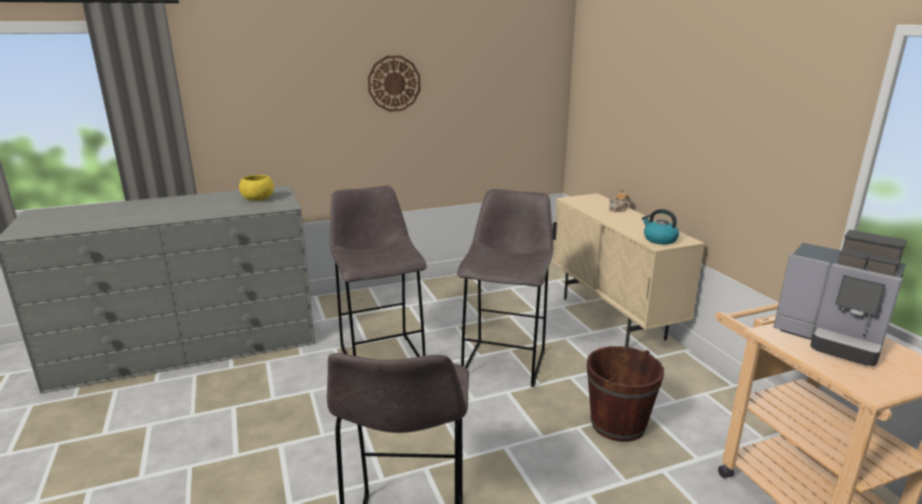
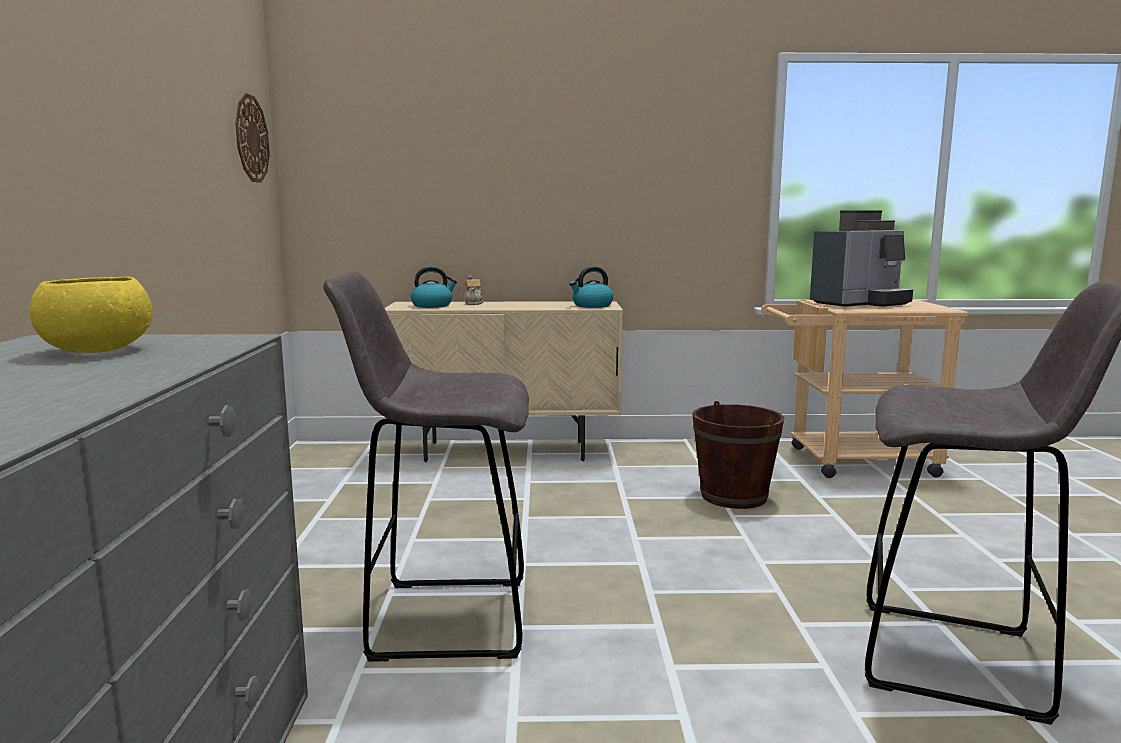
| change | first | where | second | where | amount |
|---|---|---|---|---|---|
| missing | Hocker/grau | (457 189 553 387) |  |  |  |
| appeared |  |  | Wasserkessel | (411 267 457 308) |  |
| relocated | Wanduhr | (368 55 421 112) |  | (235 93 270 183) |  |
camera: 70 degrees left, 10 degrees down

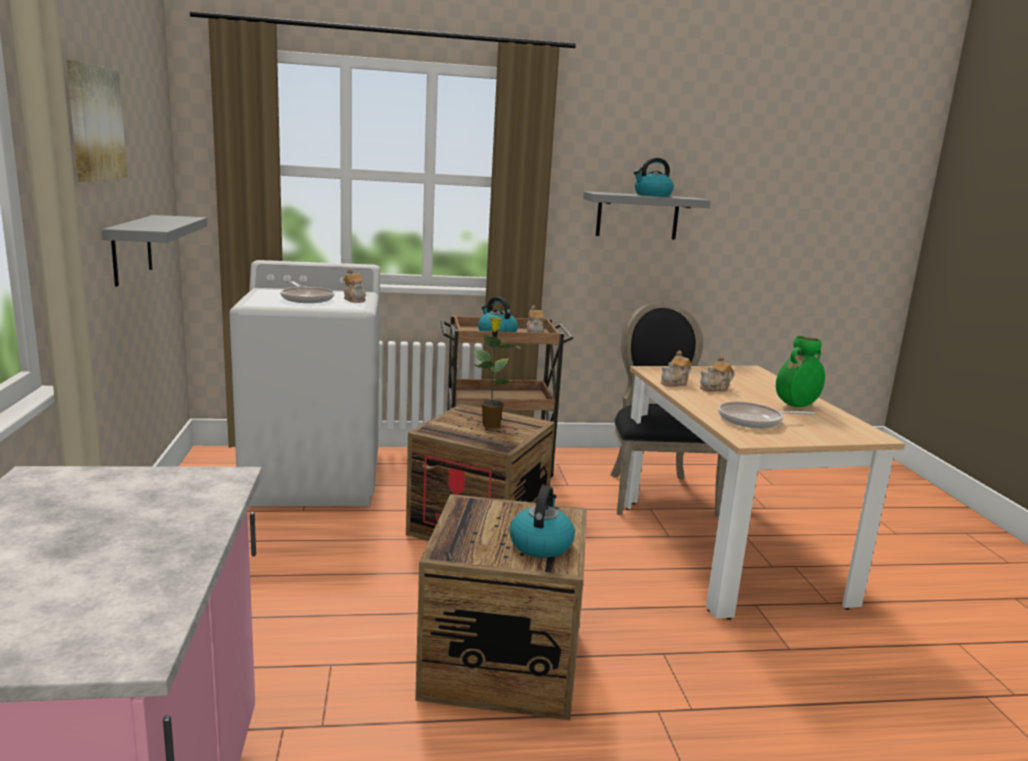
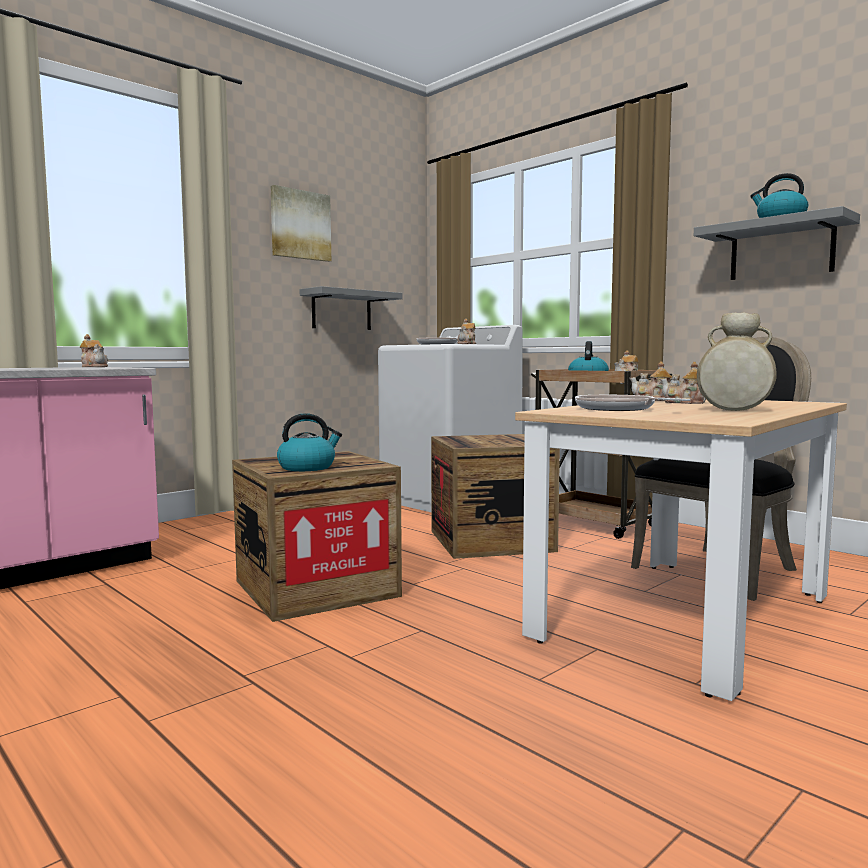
| change | first | where | second | where | amount |
|---|---|---|---|---|---|
| missing | Topfpflanze | (473 317 520 428) |  |  |  |
| appeared |  |  | Teekanne | (80 334 108 367) |  |
| colour | Vase/grün | (776 336 825 407) | Vase/beige | (697 313 777 411) |  |
camera: 55 degrees right, 10 degrees down

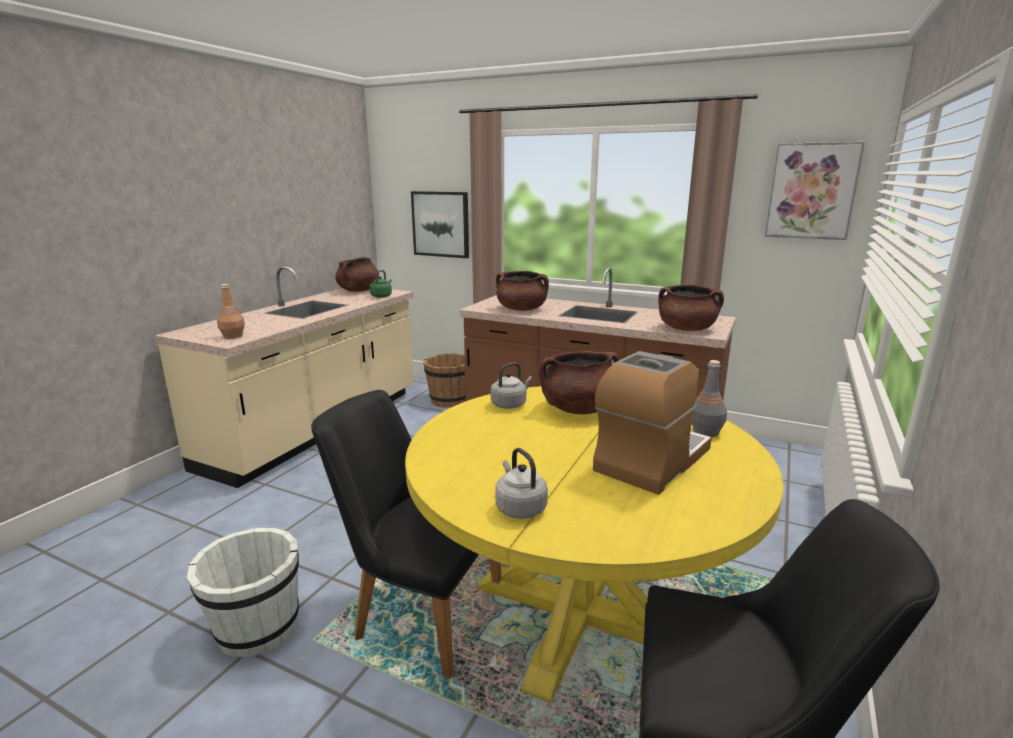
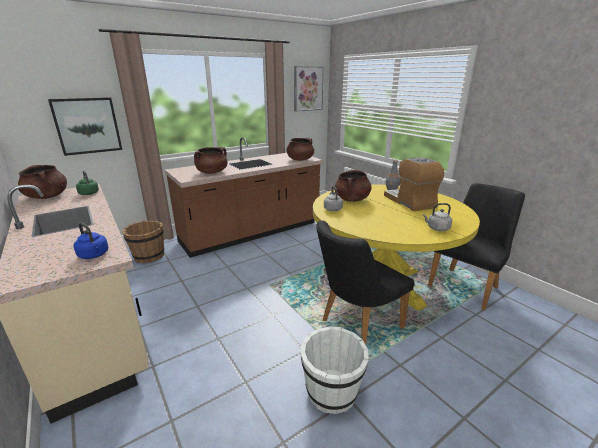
| change | first | where | second | where | amount |
|---|---|---|---|---|---|
| exchanged | Flasche/braun | (217 284 245 339) | Wasserkessel/blau | (74 222 108 259) |  |
camera: 60 degrees left, 5 degrees up

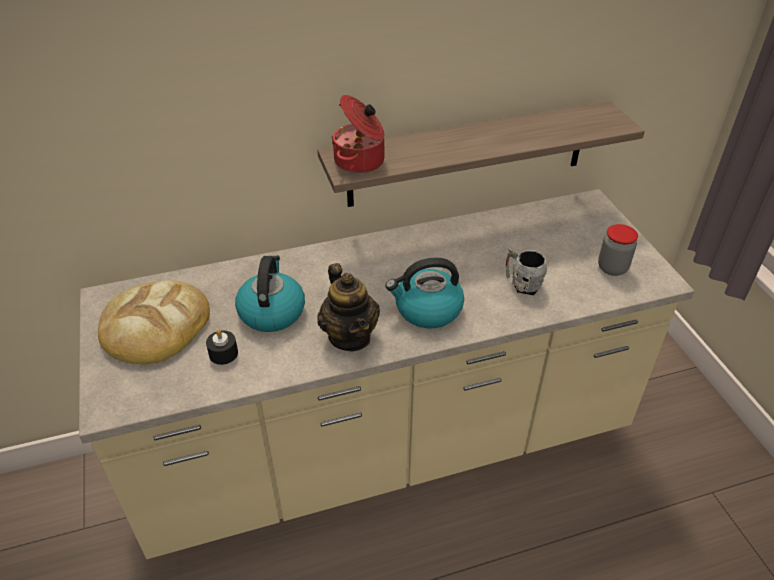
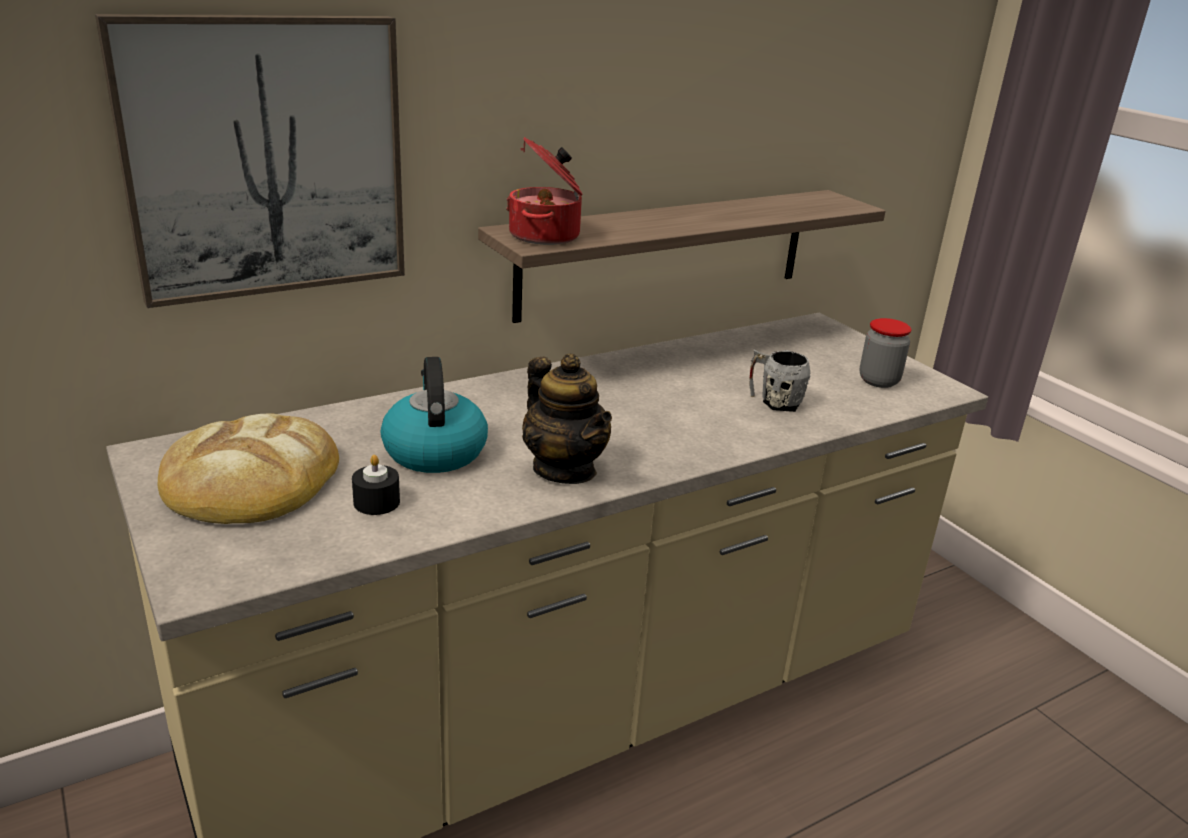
| change | first | where | second | where | amount |
|---|---|---|---|---|---|
| missing | Wasserkessel | (385 257 464 328) |  |  |  |
| appeared |  |  | Bild | (95 14 405 308) |  |
camera: 15 degrees left, 15 degrees down

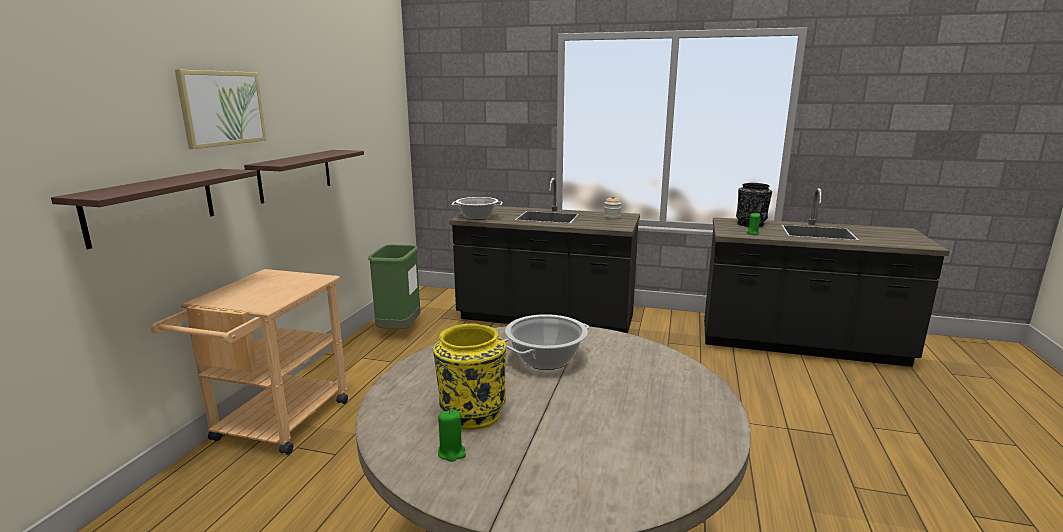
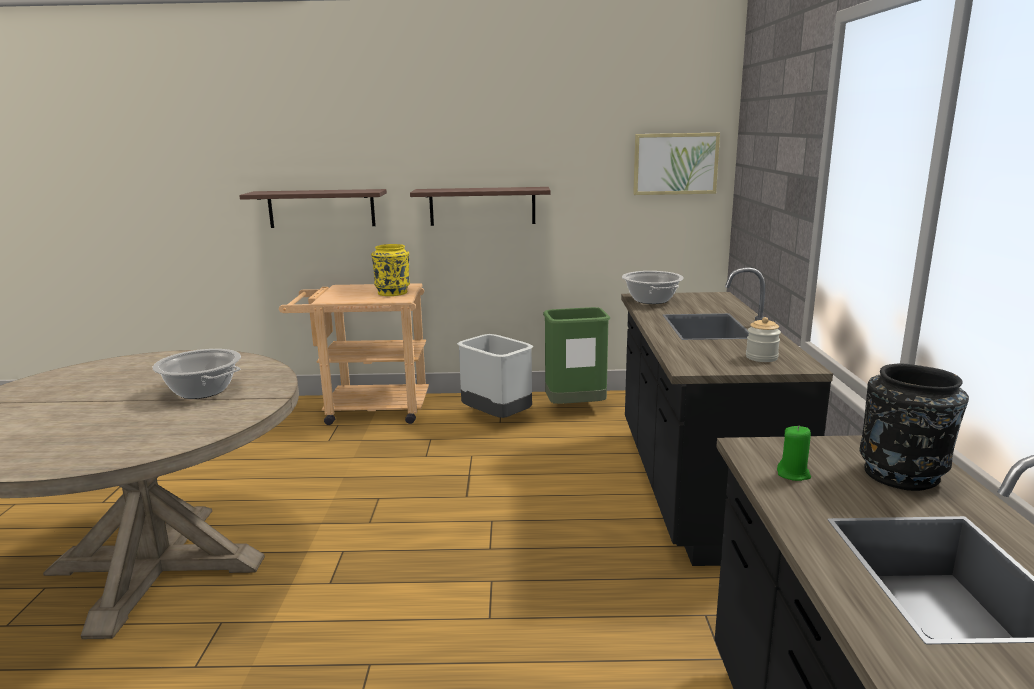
| change | first | where | second | where | amount |
|---|---|---|---|---|---|
| missing | Kerze/grün | (438 409 466 462) |  |  |  |
| appeared |  |  | Mülleimer/grau | (457 334 534 418) |  |
| relocated | Bild | (175 70 266 149) |  | (633 133 720 195) |  |
| relocated | Vase/gelb | (433 323 506 430) |  | (371 244 410 296) |  |
camera: 75 degrees right, 0 degrees up

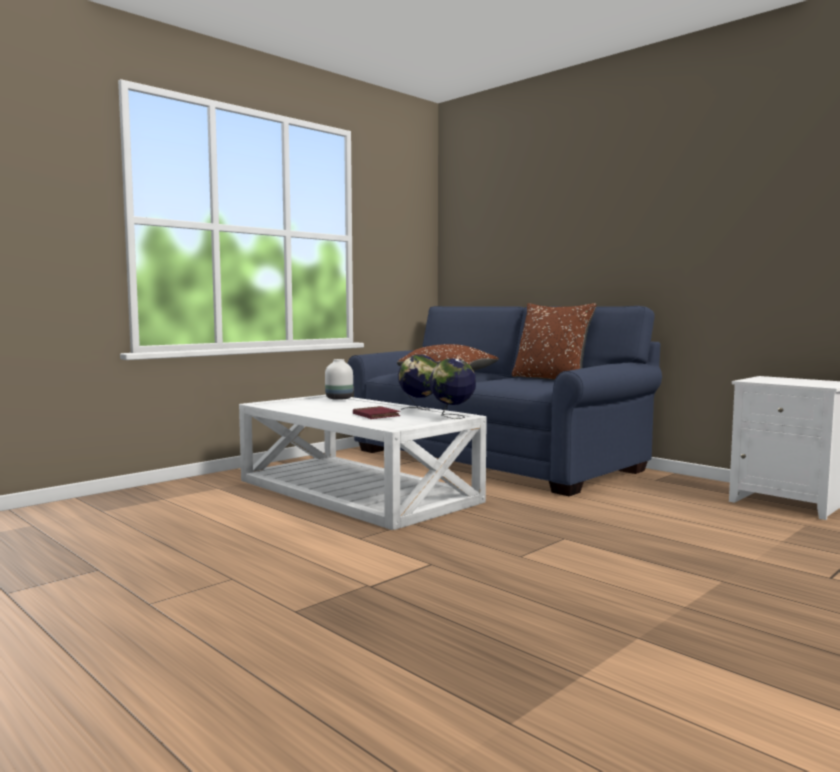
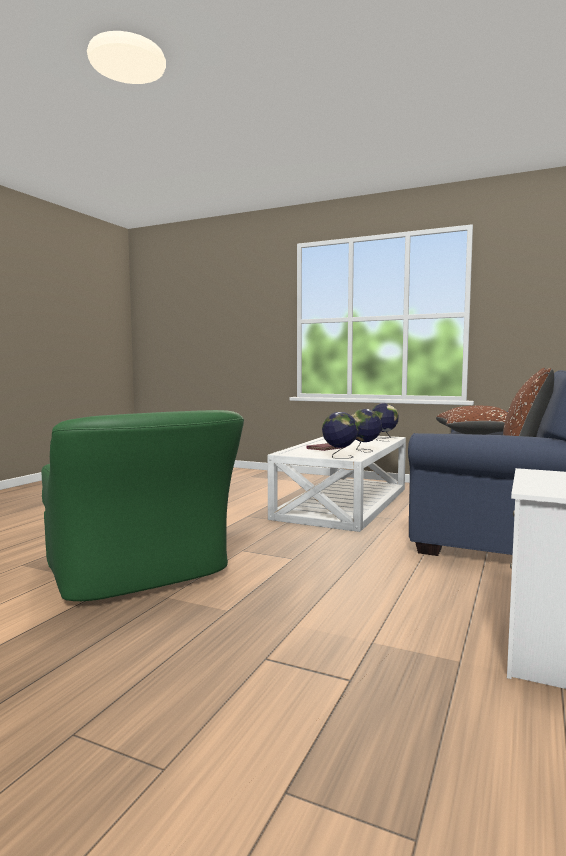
| change | first | where | second | where | amount |
|---|---|---|---|---|---|
| appeared |  |  | Sessel/grün | (41 410 244 601) |  |
| exchanged | Vase/weiß | (325 359 353 400) | Globus | (372 403 399 441) |  |
camera: 70 degrees right, 0 degrees up

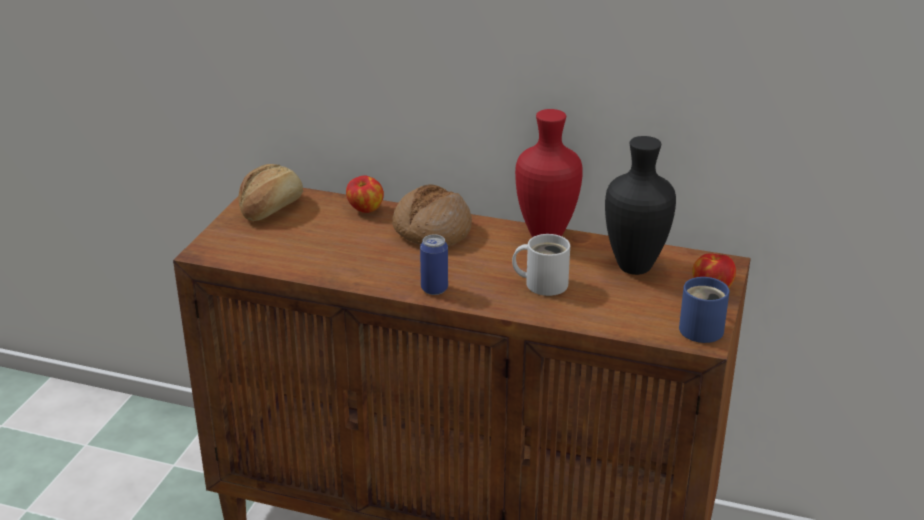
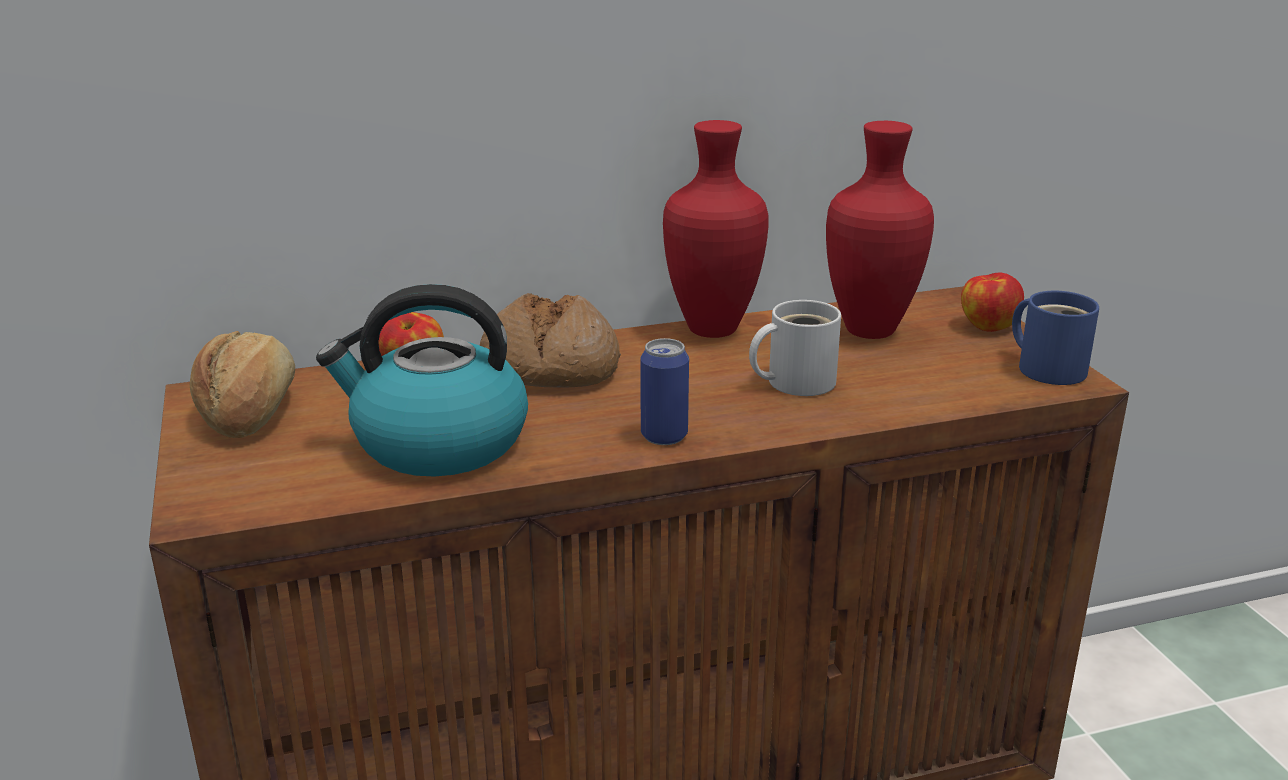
| change | first | where | second | where | amount |
|---|---|---|---|---|---|
| appeared |  |  | Wasserkessel | (316 284 528 477) |  |
| colour | Vase/schwarz | (605 136 676 275) | Vase/rot | (826 121 934 339) |  |
camera: 35 degrees left, 5 degrees down

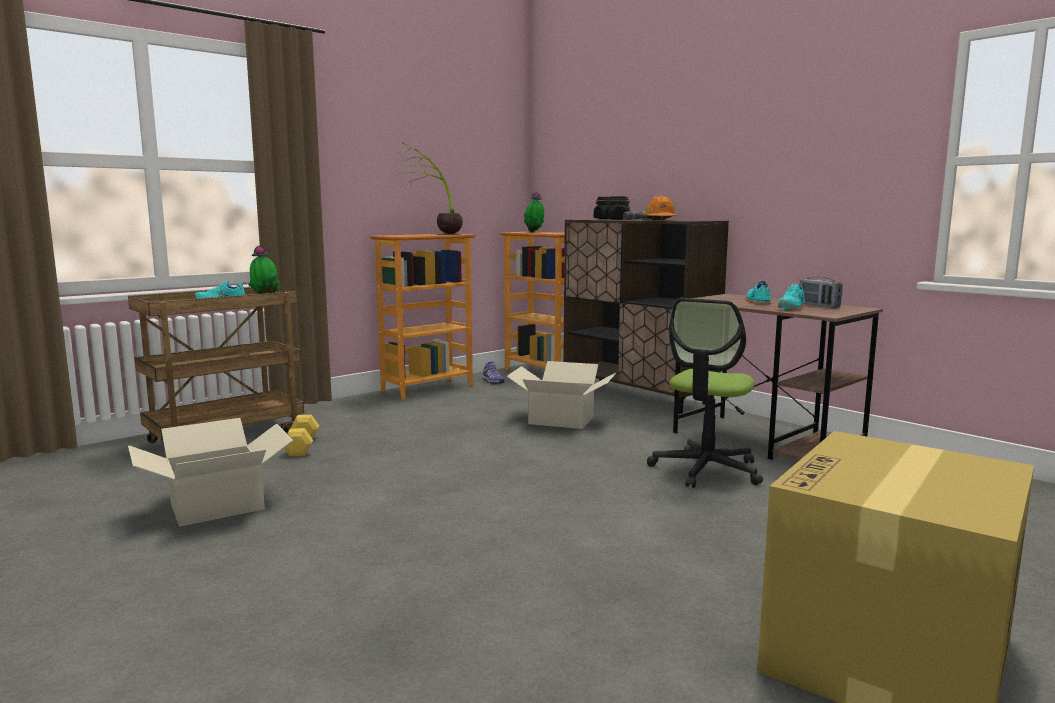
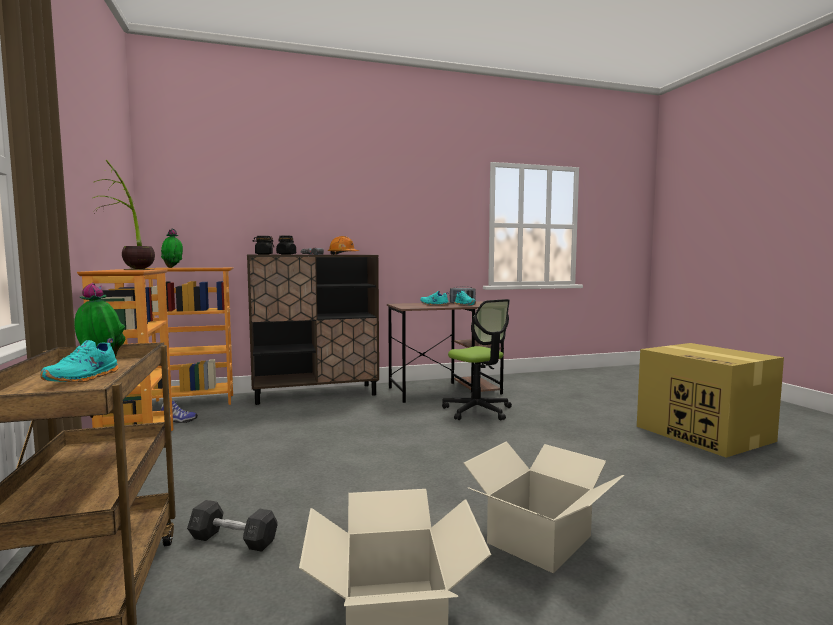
| change | first | where | second | where | amount |
|---|---|---|---|---|---|
| relocated | Karton | (506 361 616 429) |  | (463 442 624 573) |  |
| colour | Hantel/gelb | (284 415 319 456) | Hantel/grau | (187 500 277 552) |  |
camera: 65 degrees left, 5 degrees down

